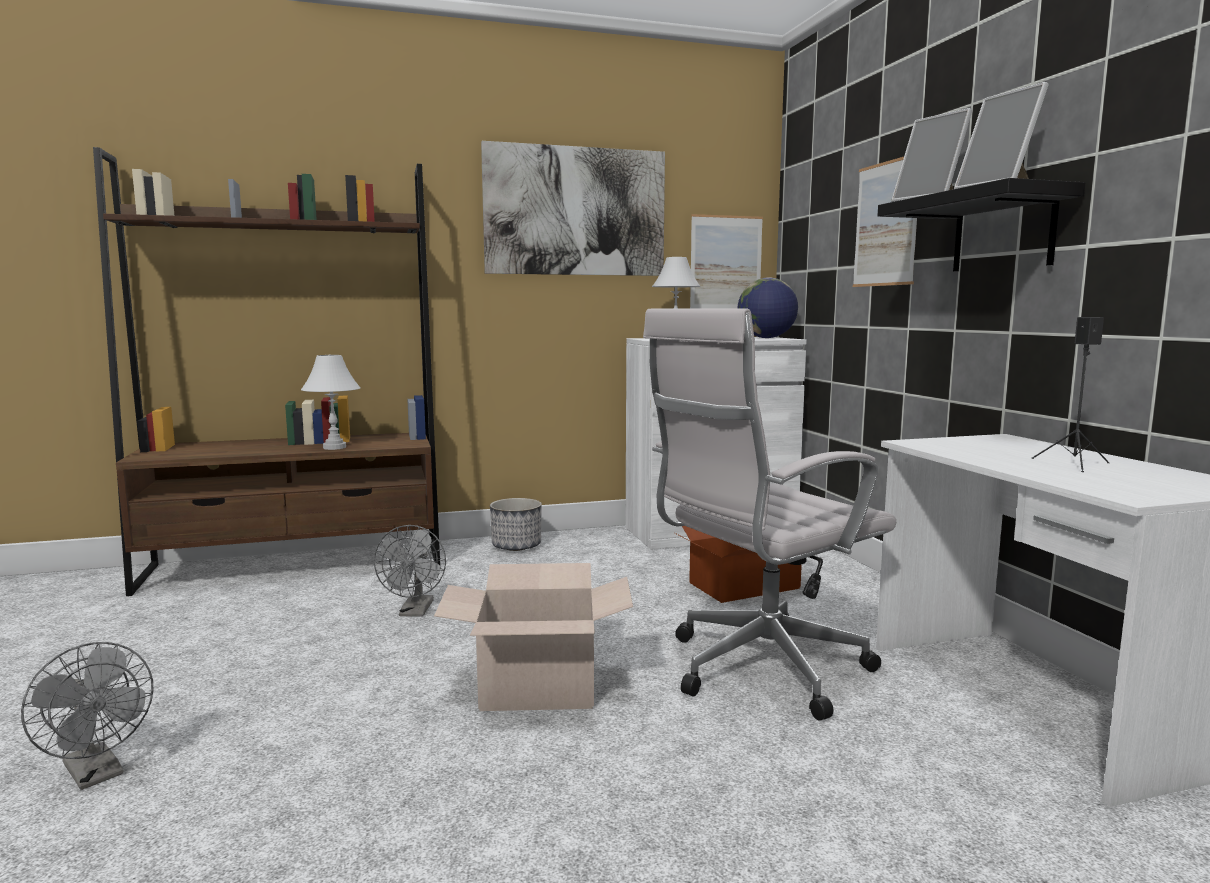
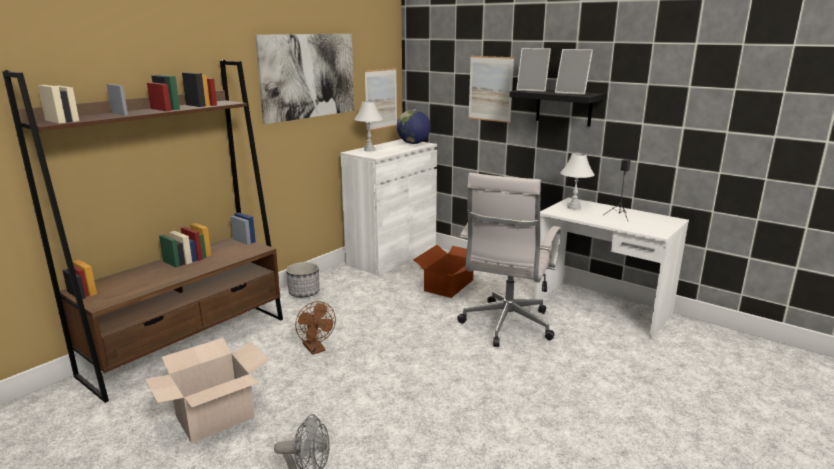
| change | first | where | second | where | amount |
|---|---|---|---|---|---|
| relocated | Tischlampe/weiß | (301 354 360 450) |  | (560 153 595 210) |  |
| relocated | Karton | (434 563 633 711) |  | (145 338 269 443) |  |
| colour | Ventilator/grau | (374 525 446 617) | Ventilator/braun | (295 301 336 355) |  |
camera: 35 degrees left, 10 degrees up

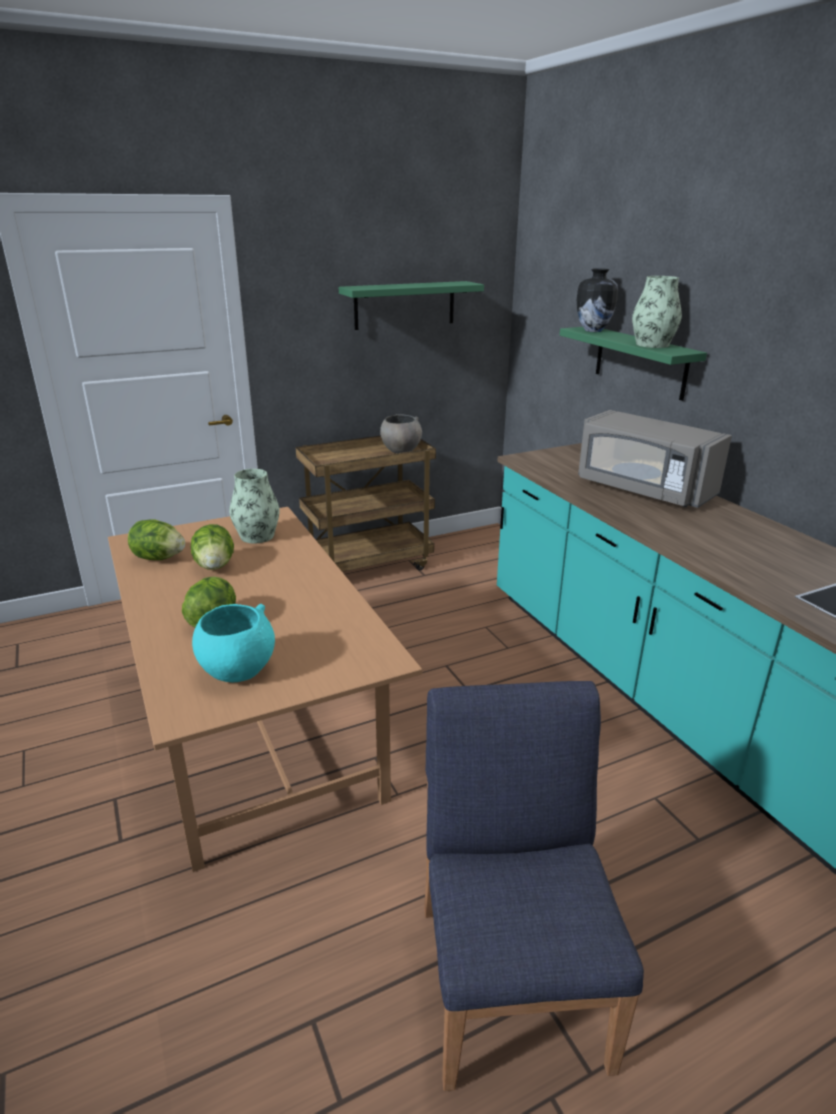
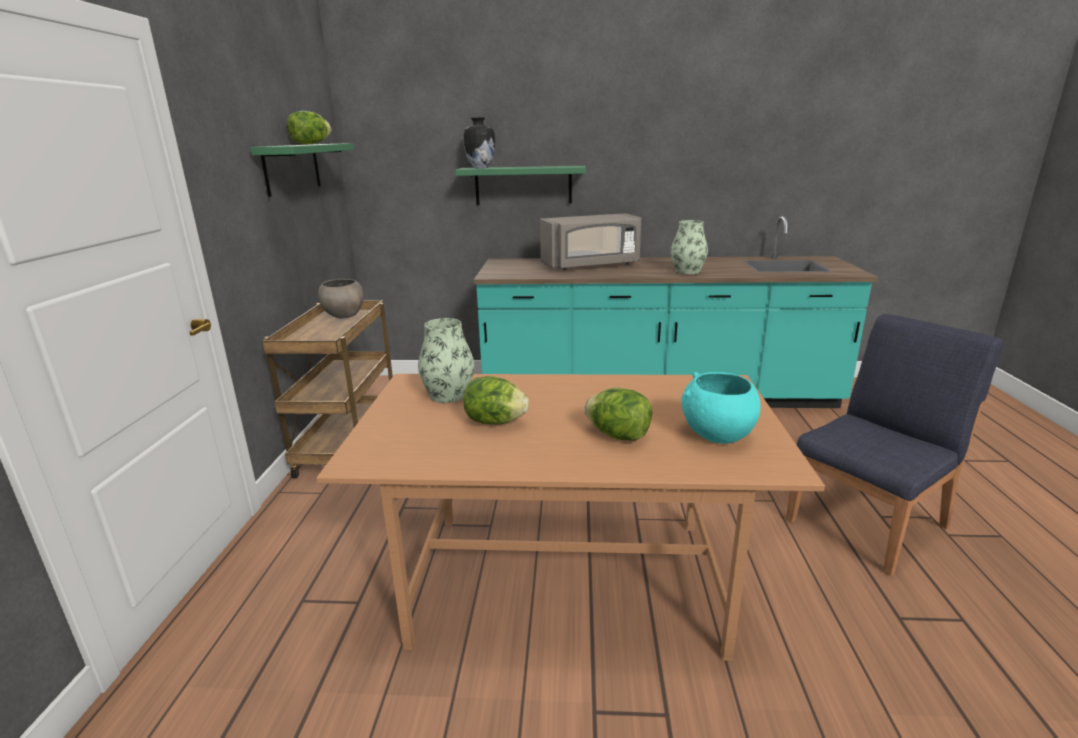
| change | first | where | second | where | amount |
|---|---|---|---|---|---|
| relocated | Salatkopf | (128 519 185 560) |  | (287 111 331 144) |  |
| relocated | Vase | (632 276 682 348) |  | (671 220 708 274) |  |
| spun | Stuhl/blau | (424 681 644 1091) |  | (786 314 1003 576) | 120 degrees clockwise |
camera: 60 degrees left, 5 degrees down

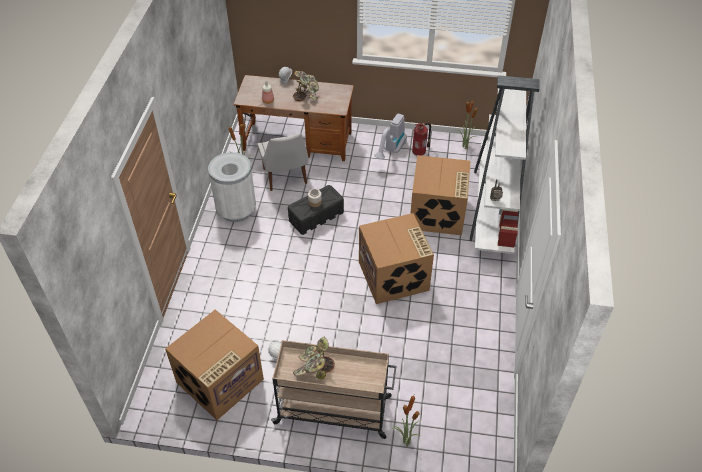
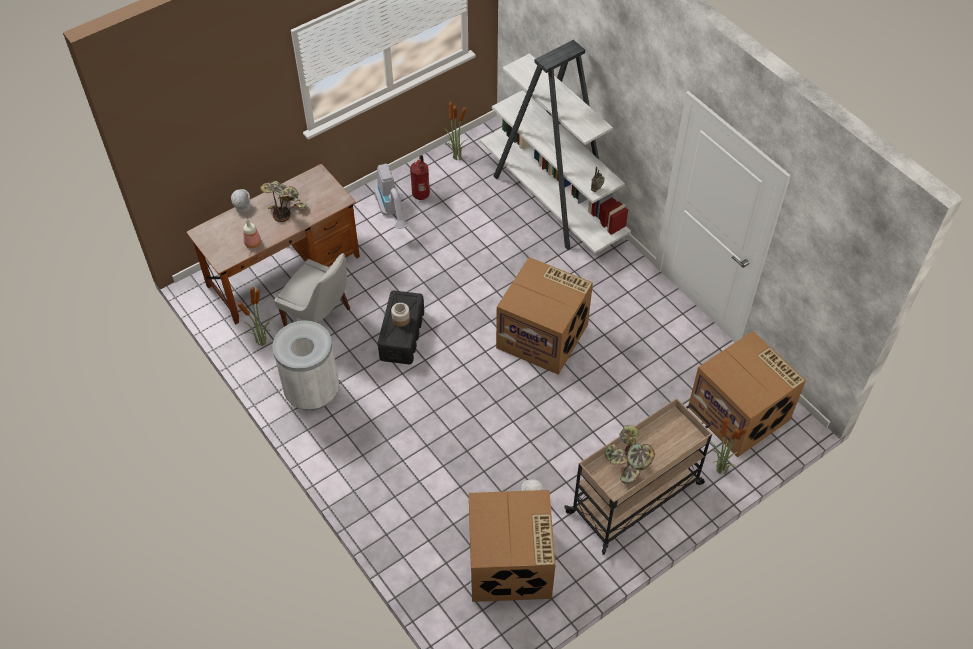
| change | first | where | second | where | amount |
|---|---|---|---|---|---|
| relocated | Karton | (410 155 471 235) |  | (689 331 806 457) |  |
camera: 45 degrees left, 5 degrees up

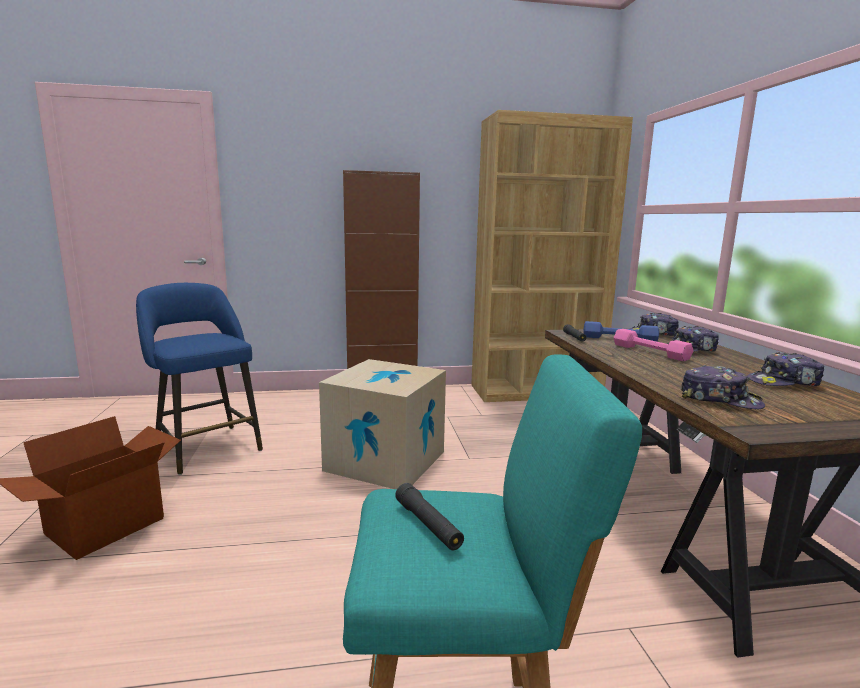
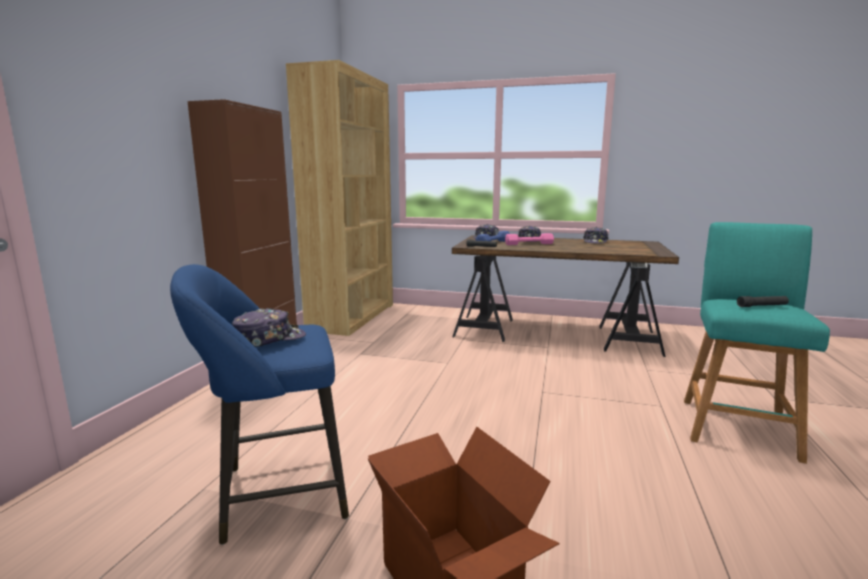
| change | first | where | second | where | amount |
|---|---|---|---|---|---|
| missing | Karton | (319 359 446 489) |  |  |  |
| relocated | Kappe | (680 365 765 409) |  | (232 308 306 347) |  |
camera: 65 degrees left, 0 degrees up

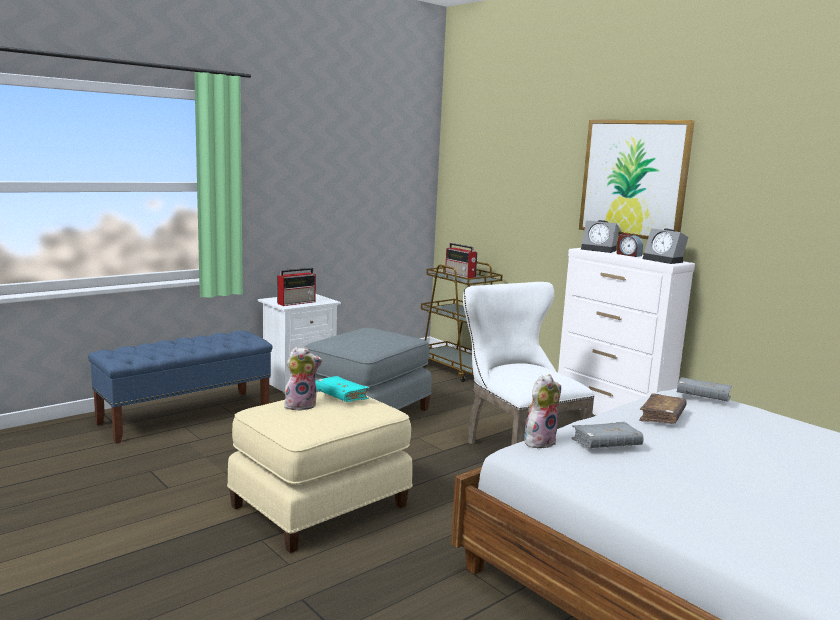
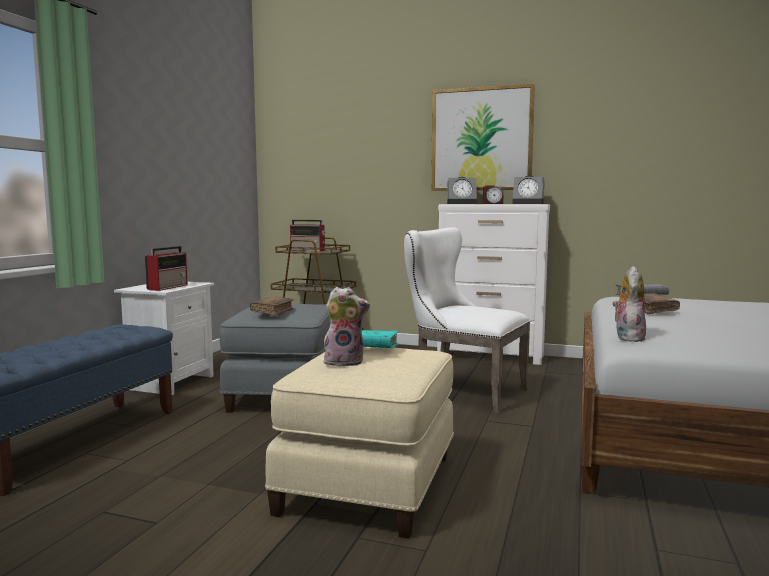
| change | first | where | second | where | amount |
|---|---|---|---|---|---|
| missing | Buch/grau | (572 422 644 448) |  |  |  |
| appeared |  |  | Buch/braun | (250 297 294 316) |  |
| spun | Plüschtier | (284 347 322 411) |  | (324 287 370 367) | 45 degrees clockwise |
camera: 30 degrees left, 5 degrees down

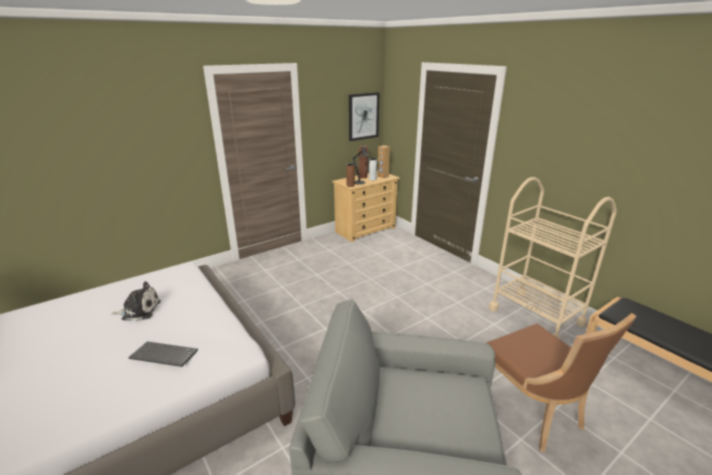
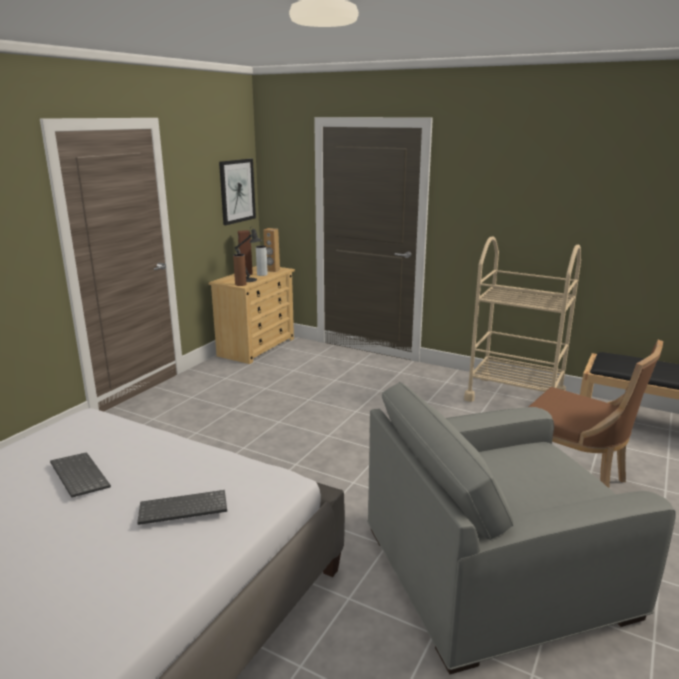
| change | first | where | second | where | amount |
|---|---|---|---|---|---|
| exchanged | Plüschtier | (111 281 161 321) | Tastatur | (50 452 111 498) |  |
camera: 25 degrees left, 5 degrees down

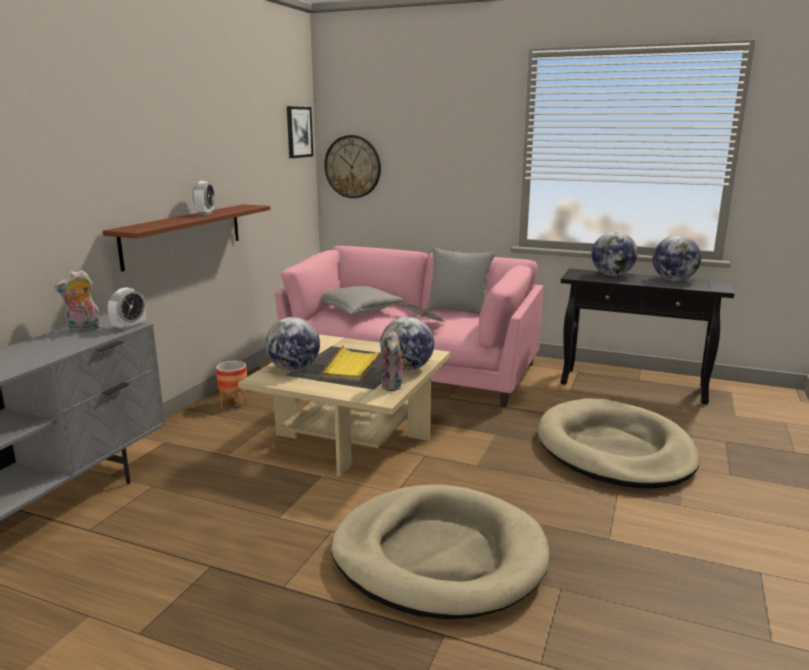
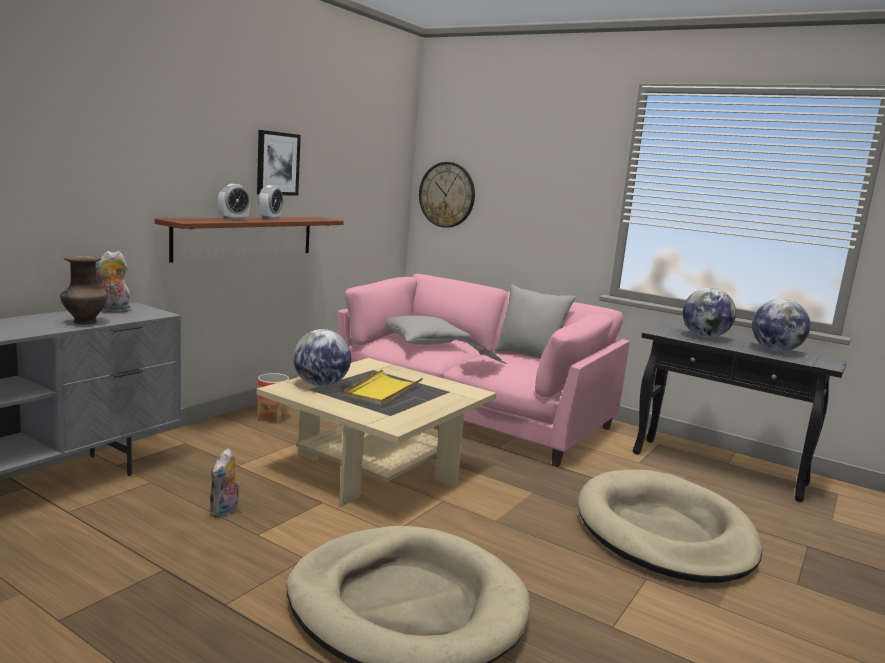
| change | first | where | second | where | amount |
|---|---|---|---|---|---|
| missing | Globus | (380 317 434 371) |  |  |  |
| appeared |  |  | Vase/braun | (60 256 107 324) |  |
| relocated | Wecker | (108 287 146 331) |  | (218 184 250 220) |  |
| relocated | Bild | (287 106 313 158) |  | (257 130 301 196) |  |
| relocated | Plüschtier | (381 330 407 391) |  | (209 448 240 518) |  |
camera: 10 degrees right, 5 degrees down

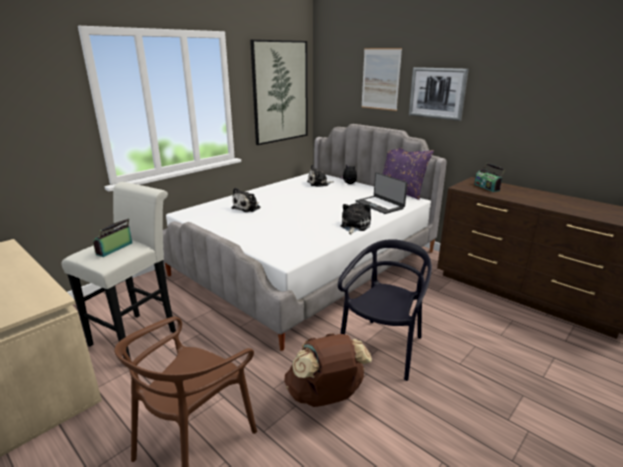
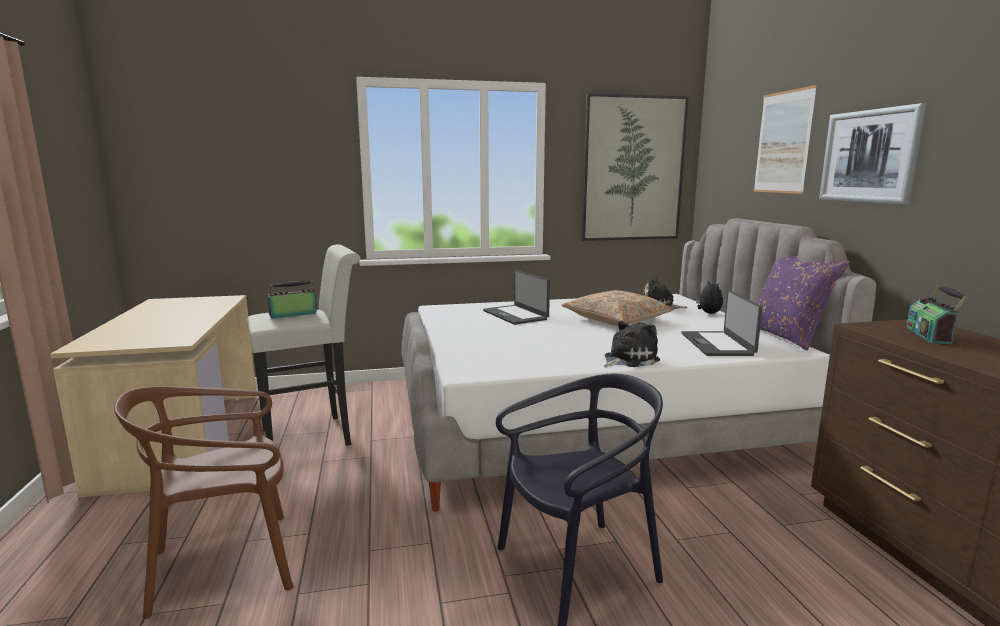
| change | first | where | second | where | amount |
|---|---|---|---|---|---|
| missing | Rucksack/braun | (284 333 372 407) |  |  |  |
| appeared |  |  | Kissen/beige | (561 290 674 326) |  |
| exchanged | Plüschtier | (231 188 260 212) | Laptop | (483 270 550 325) |  |
camera: 35 degrees right, 10 degrees down

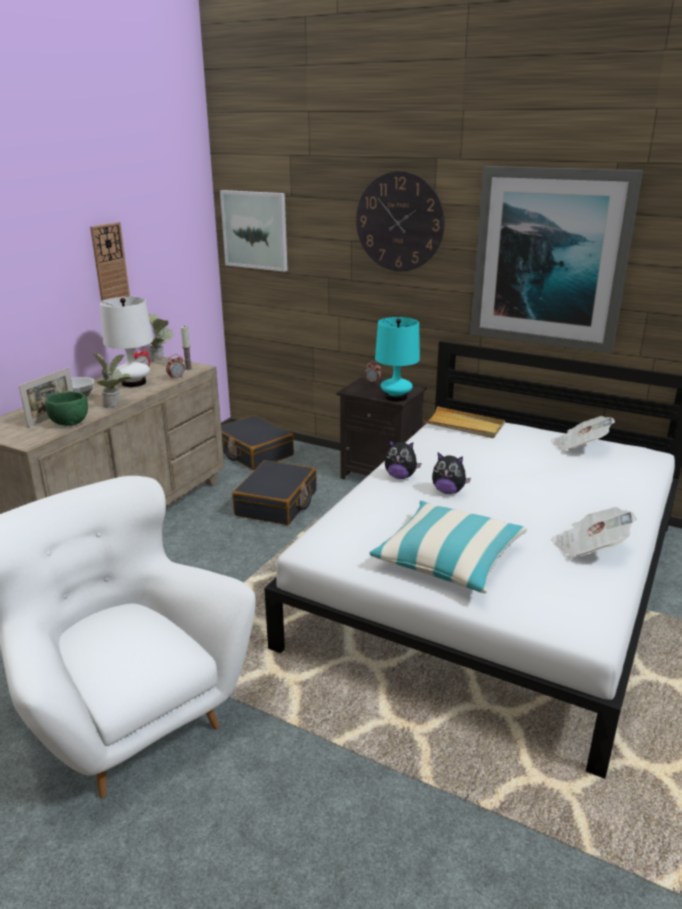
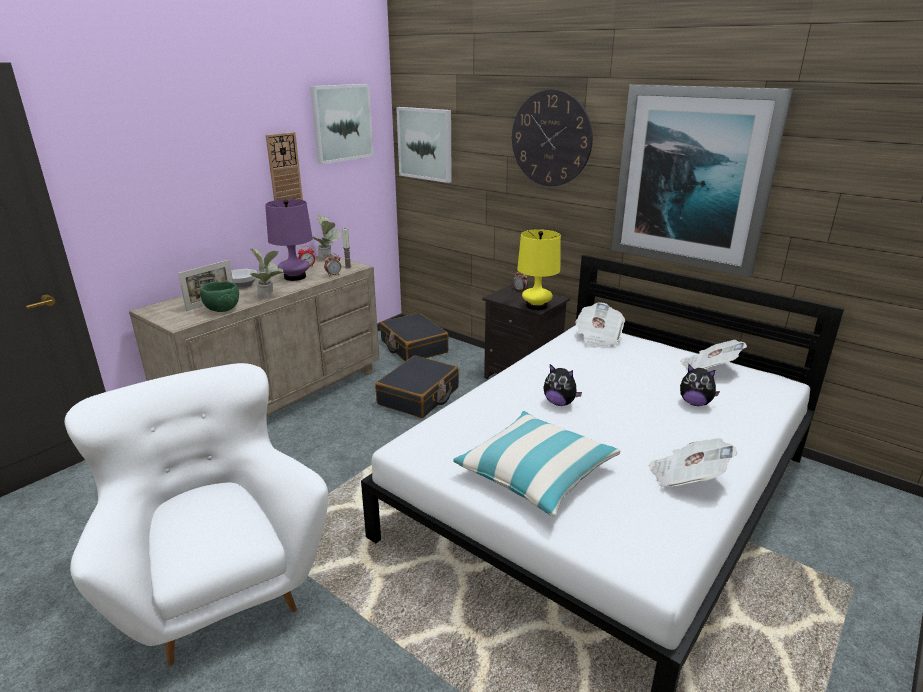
| change | first | where | second | where | amount |
|---|---|---|---|---|---|
| appeared |  |  | Bild | (310 84 374 165) |  |
| relocated | Plüschtier | (385 439 421 479) |  | (680 365 720 406) |  |
| exchanged | Tablett/beige | (423 406 505 438) | Zeitung | (575 302 625 348) |  |
| colour | Tischlampe/weiß | (100 297 153 387) | Tischlampe/lila | (265 199 313 281) |  |
| colour | Tischlampe/türkis | (375 317 420 401) | Tischlampe/gelb | (517 229 561 310) |  |
camera: 10 degrees right, 0 degrees up

